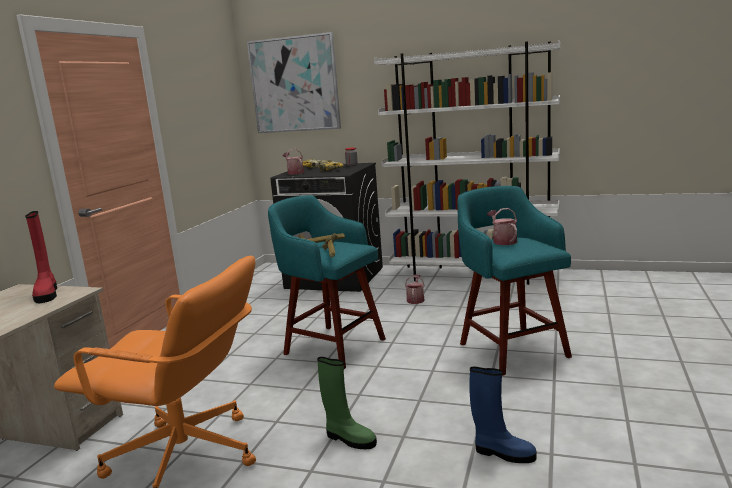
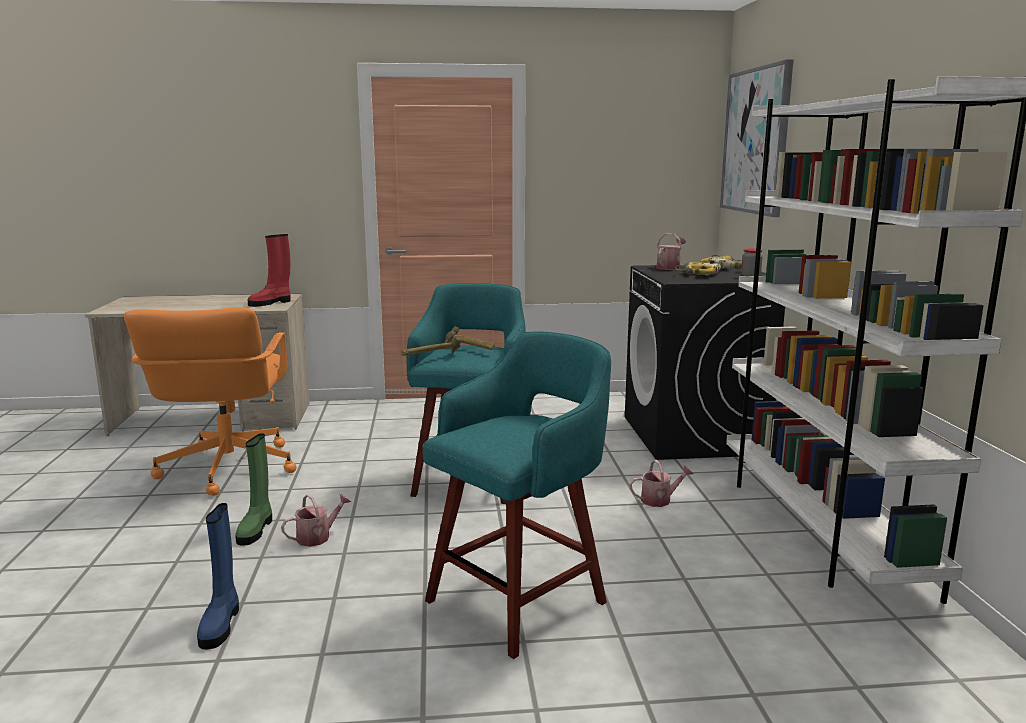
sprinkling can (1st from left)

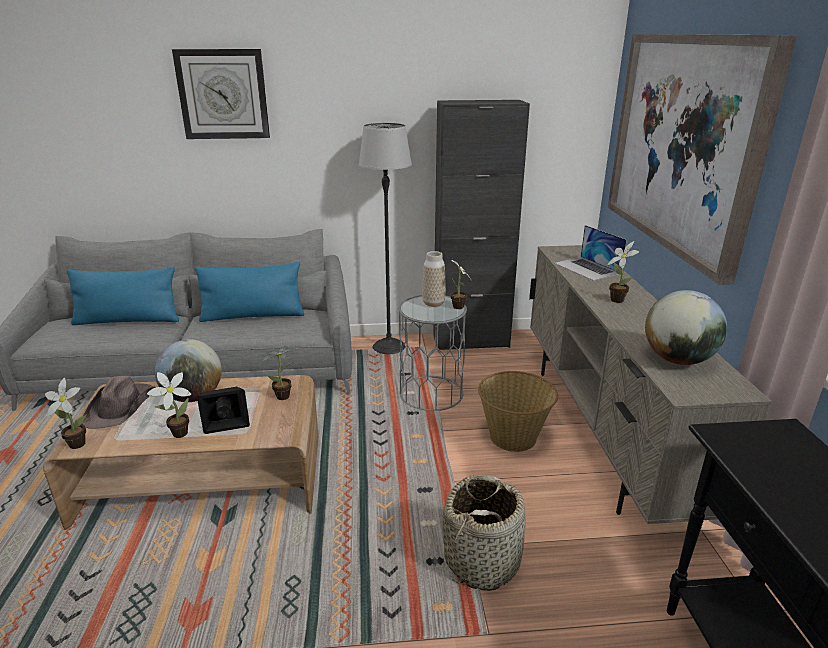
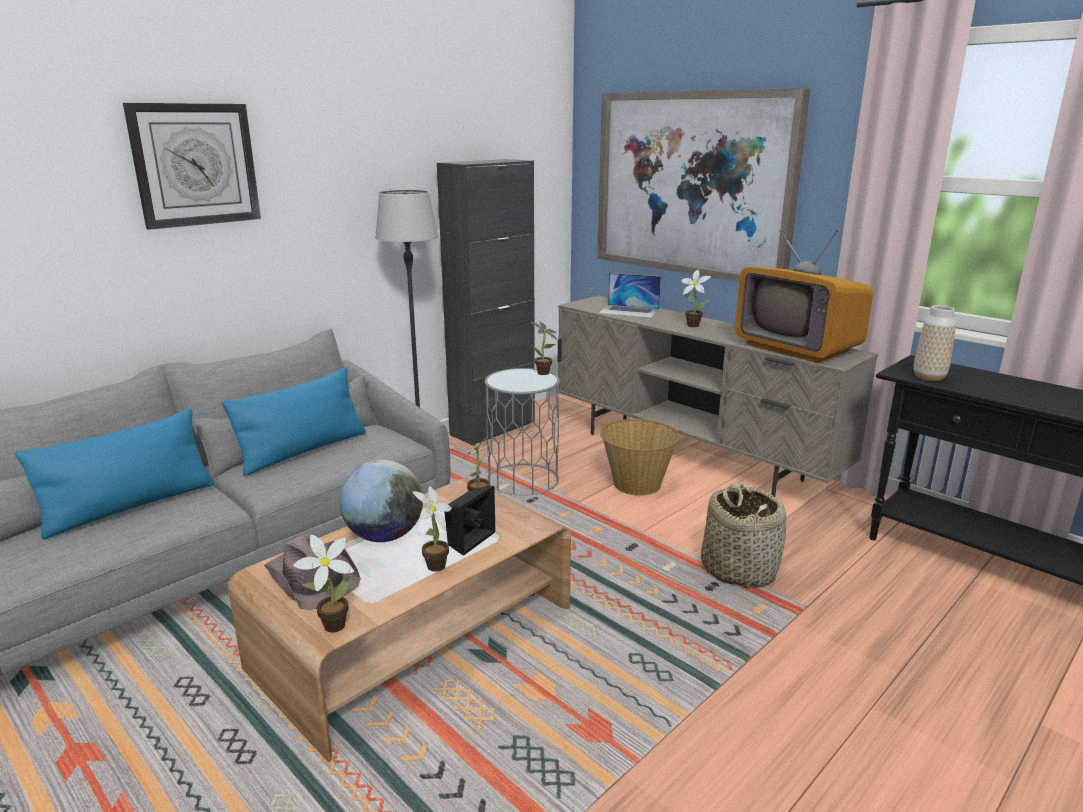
flower vase
television

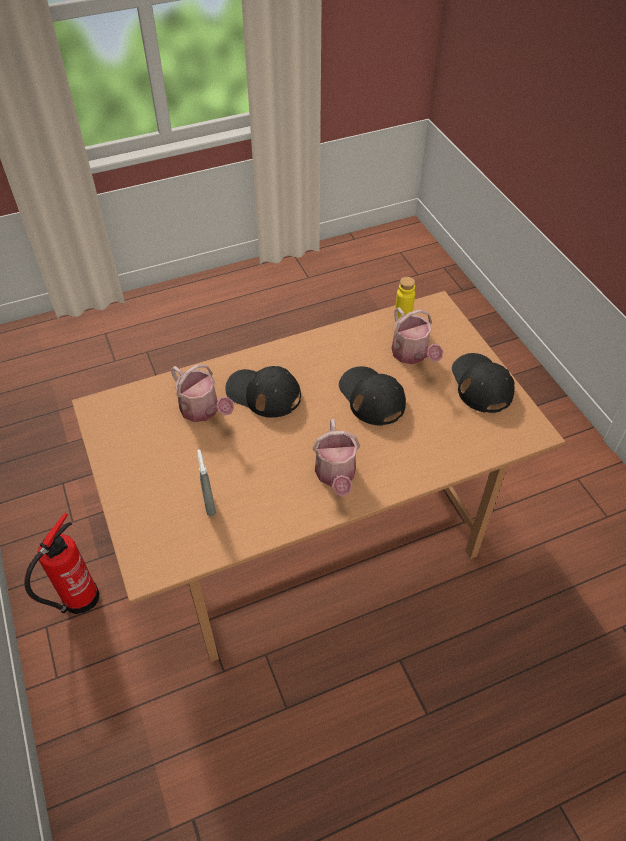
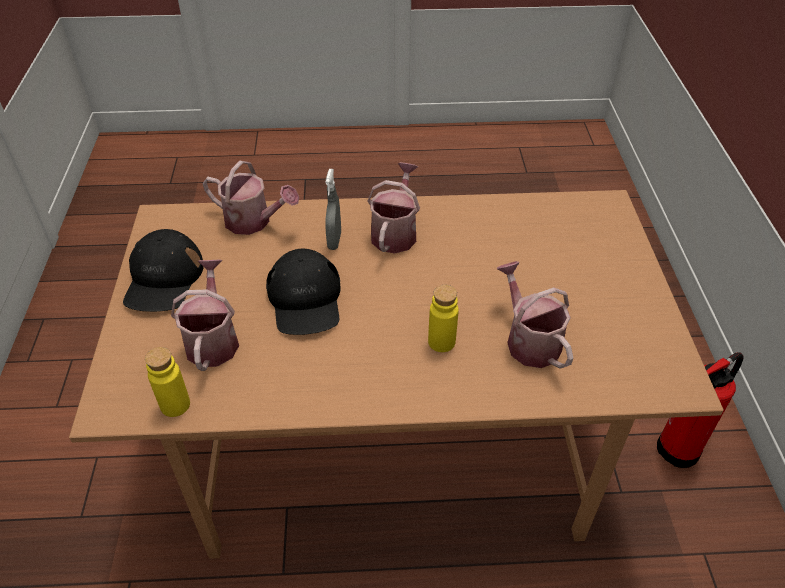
sprayer (gray)
beverage bottle (yellowish) (2nd from left)
sprinkling can (2nd from left)

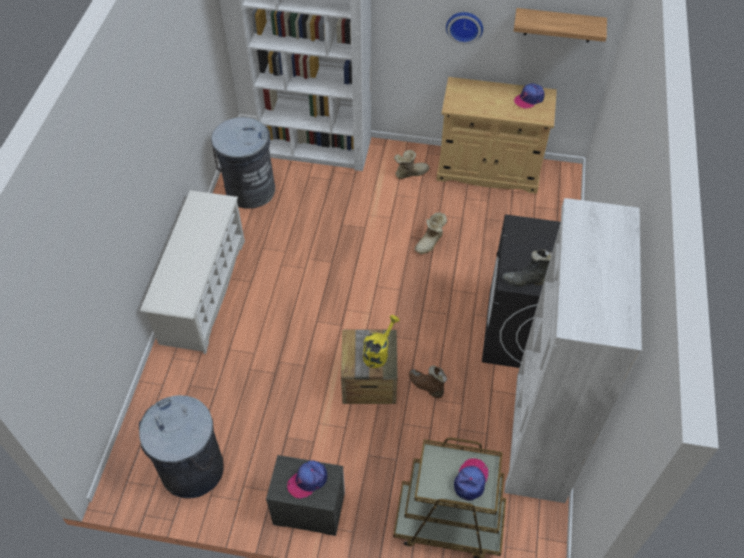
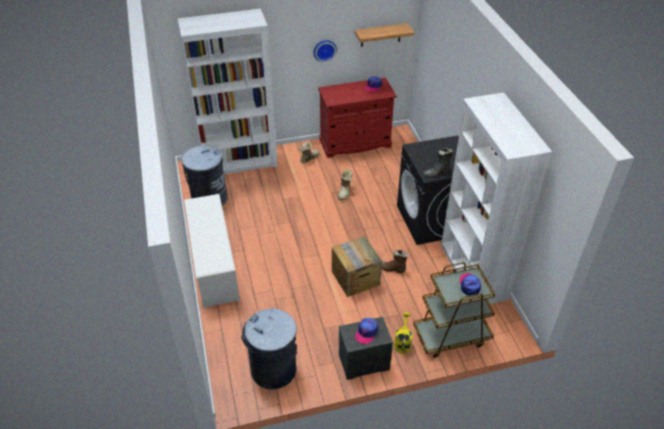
sprinkling can (yellowish)
storage cabinet (reddish)

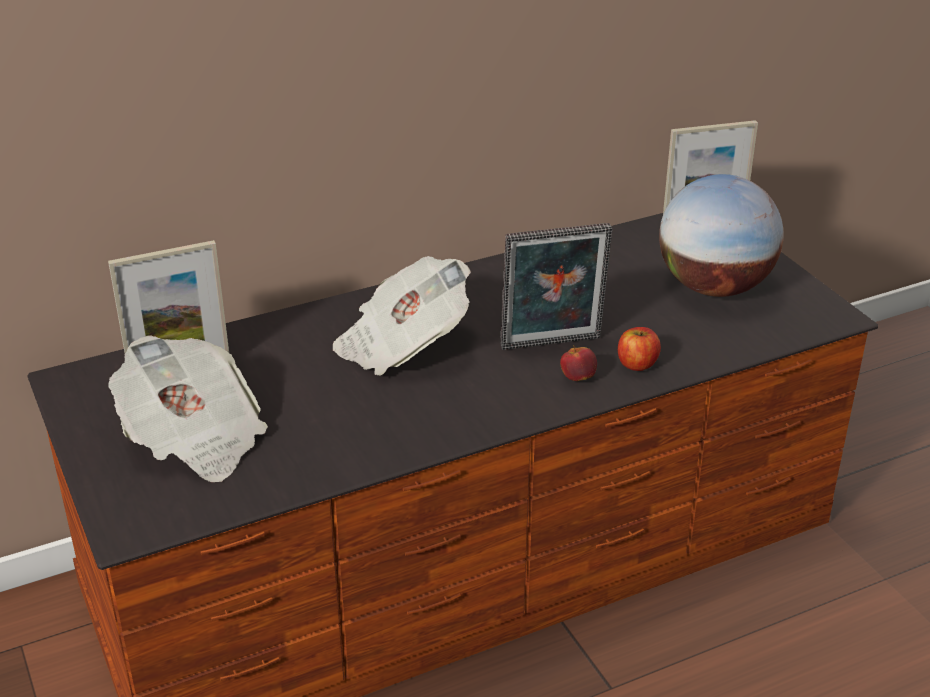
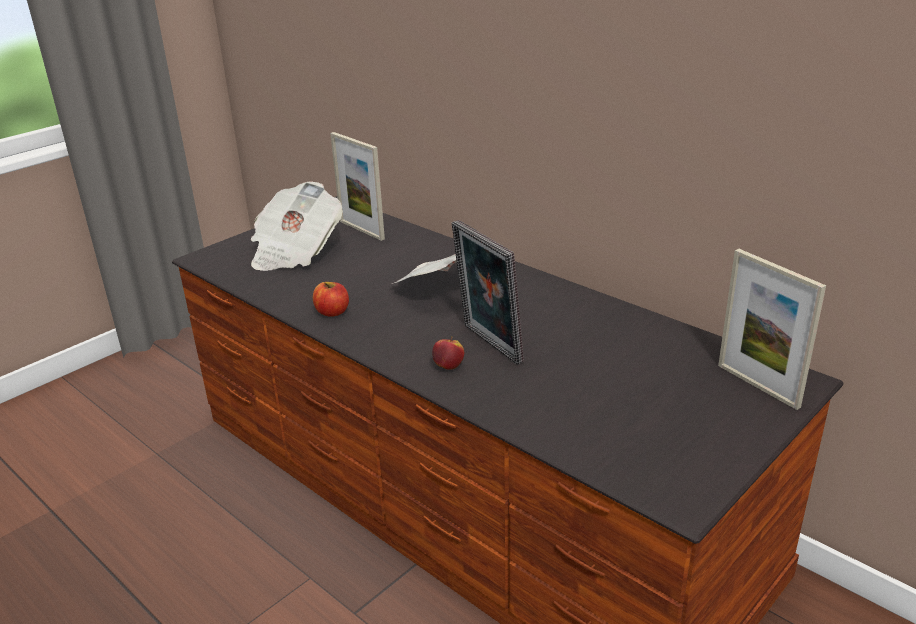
apple fruit (1st from left)
world globe

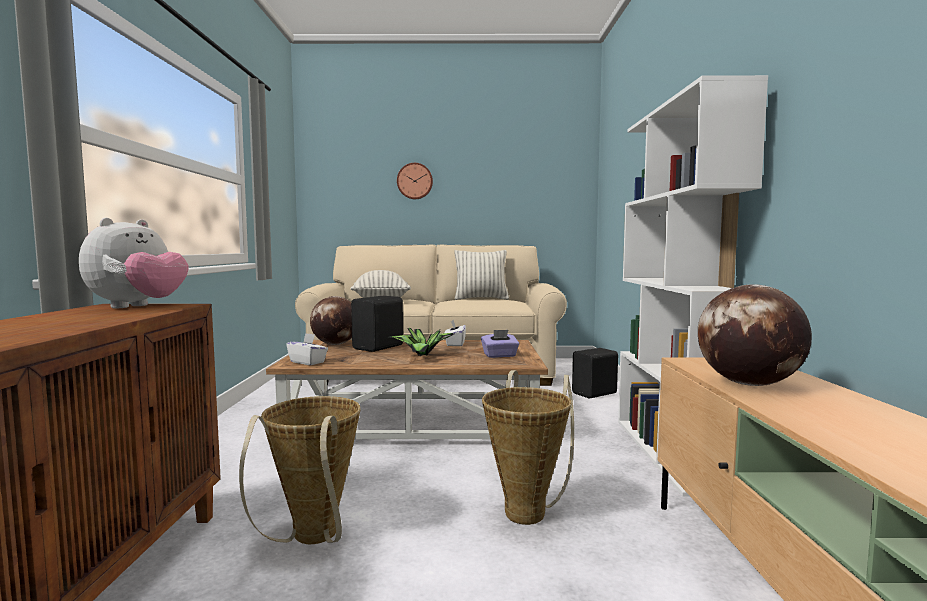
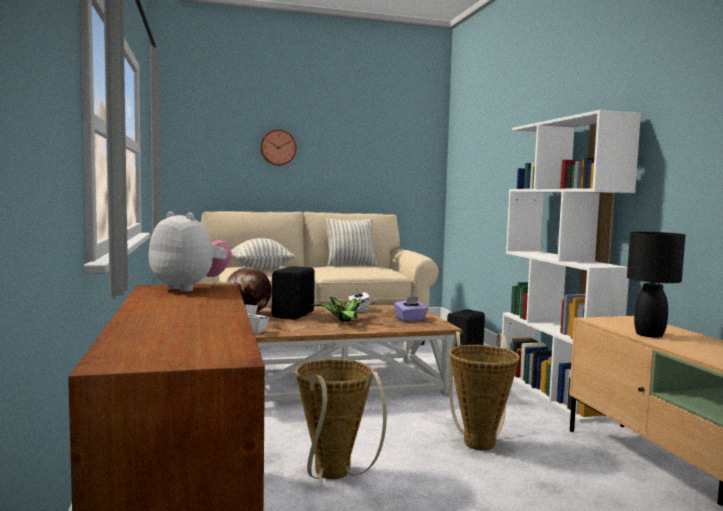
cuddly toy
tabletop lamp (black)

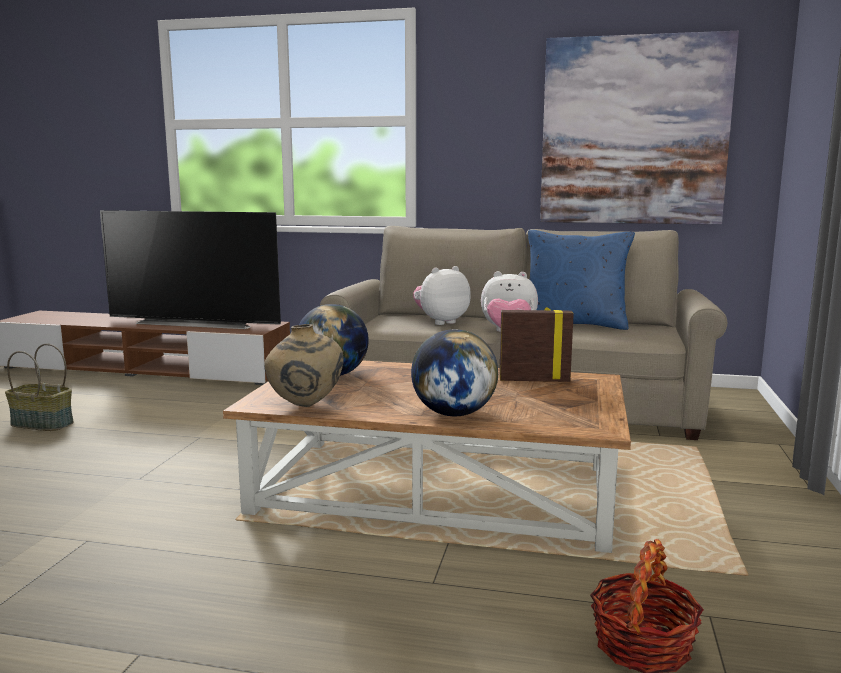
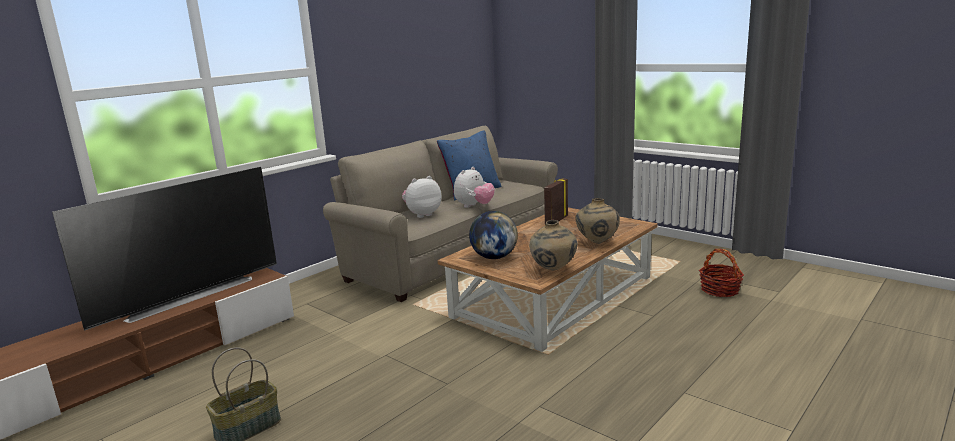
flower vase (sand-coloured) (2nd from left)
cuddly toy (1st from left)
wall art

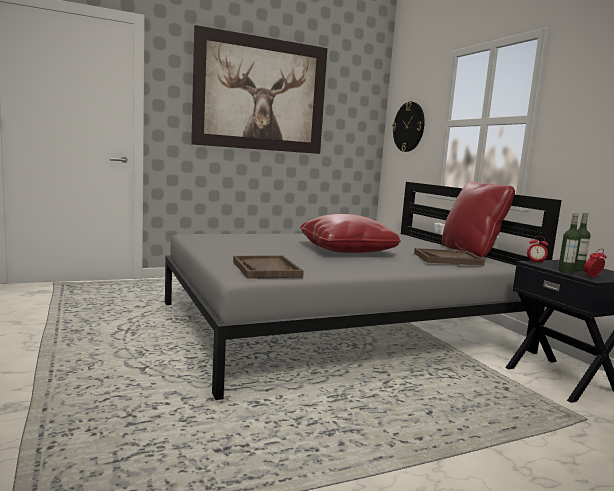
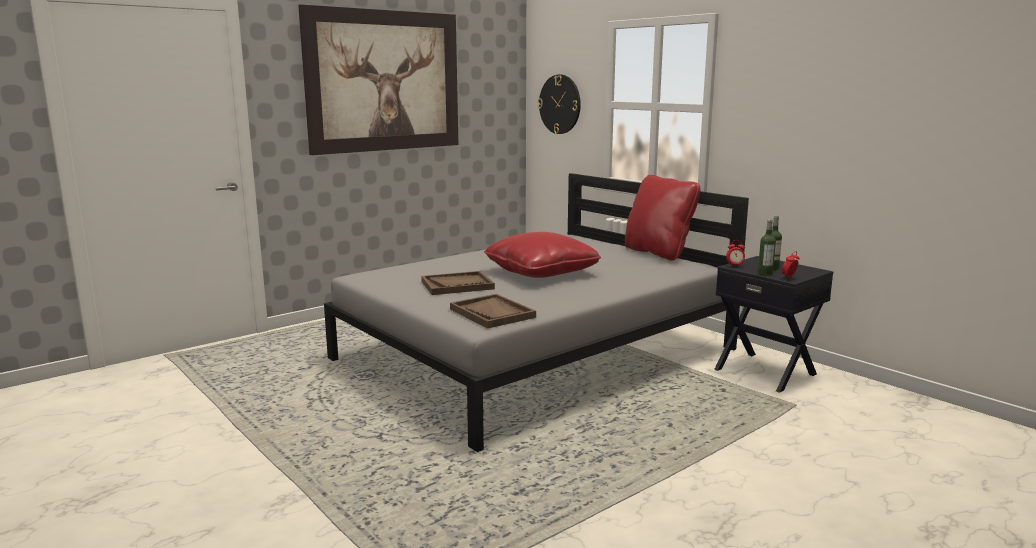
serving tray (brown) (1st from left)

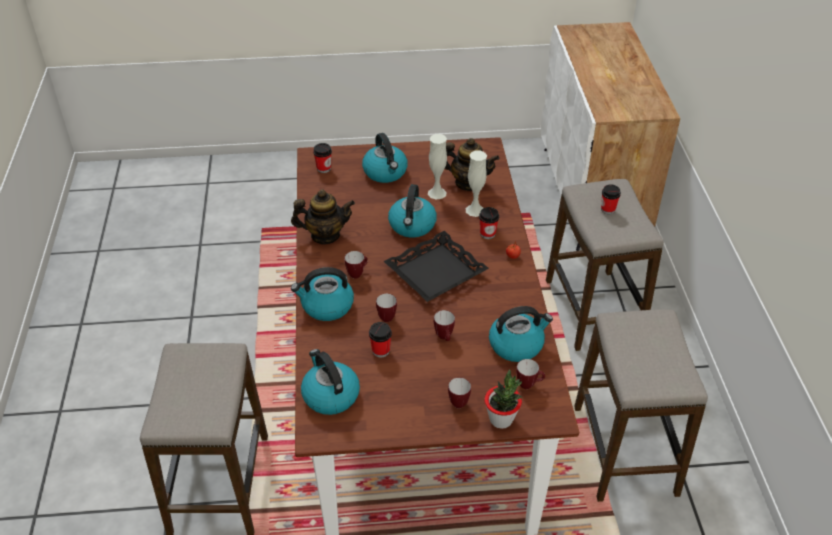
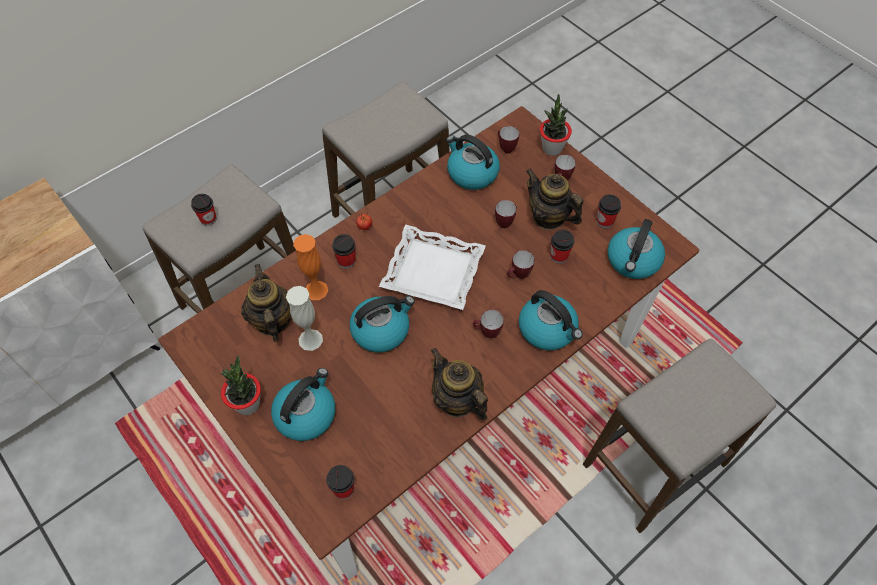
serving tray (white)
flower vase (orange-coloured)
potted plant (1st from left)
pot for tea (3rd from left)
cup (5th from left)

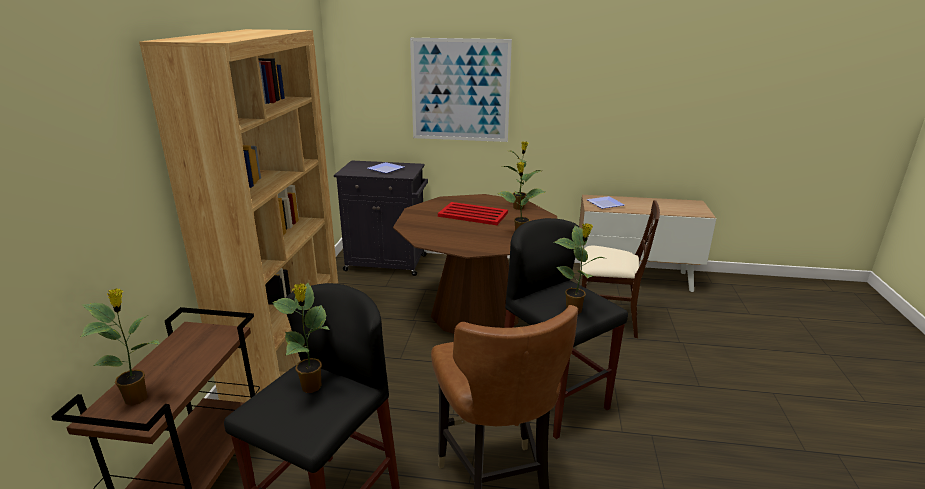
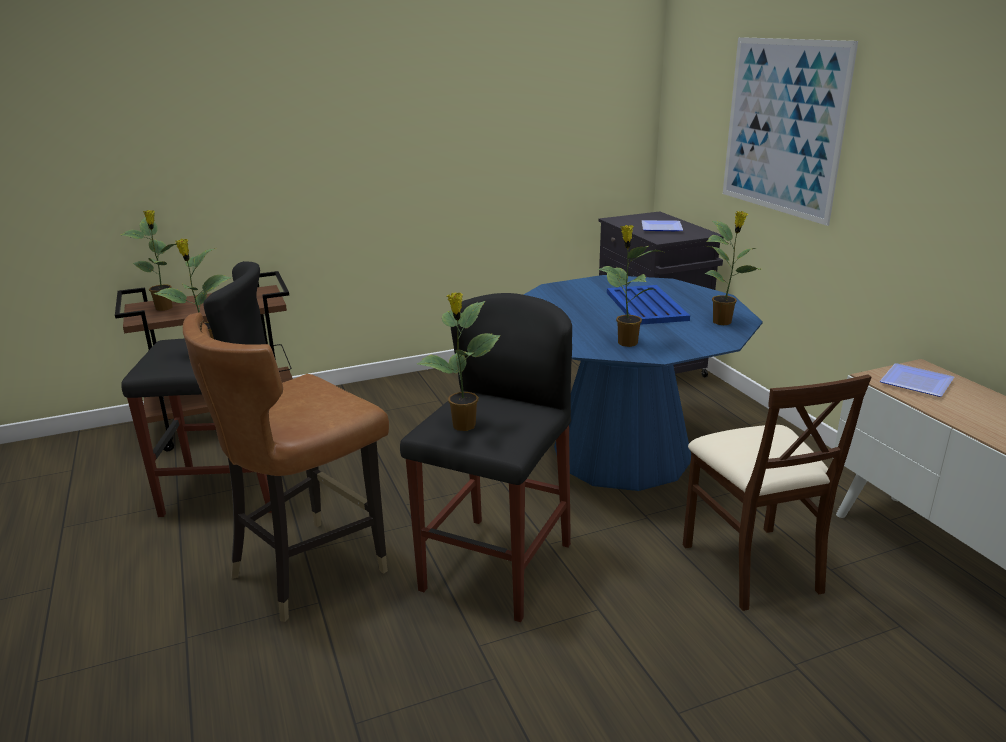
bookshelf (brown)
kitchen table (blue)
serving tray (blue)

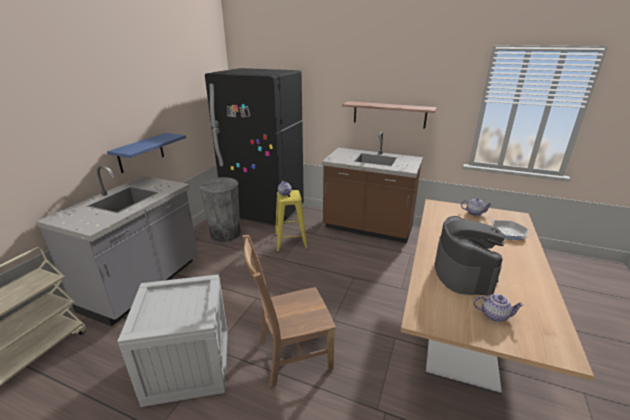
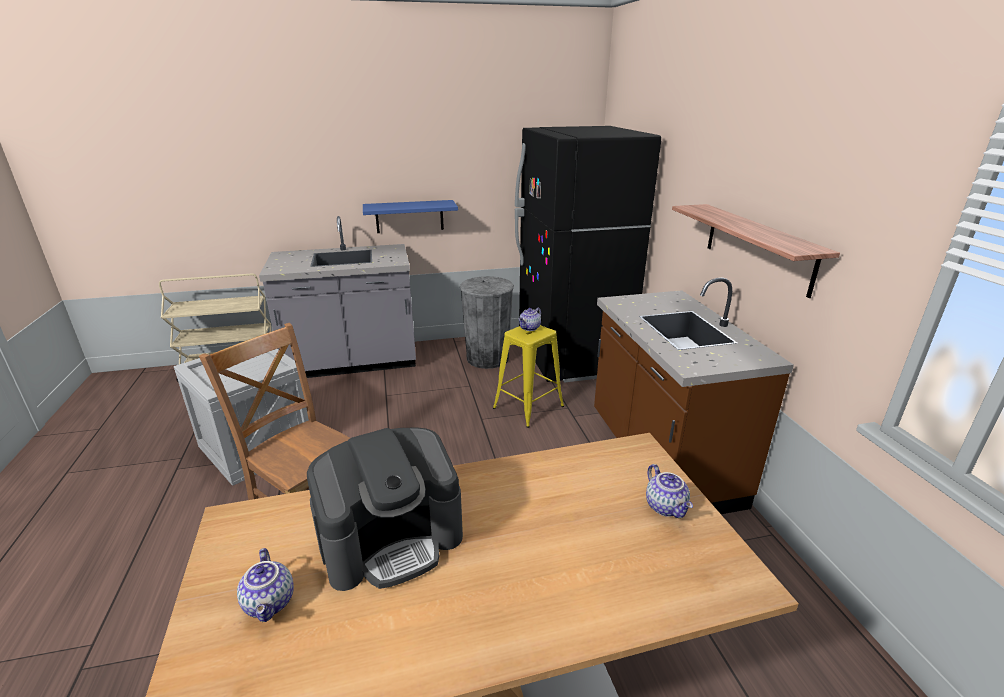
skillet

